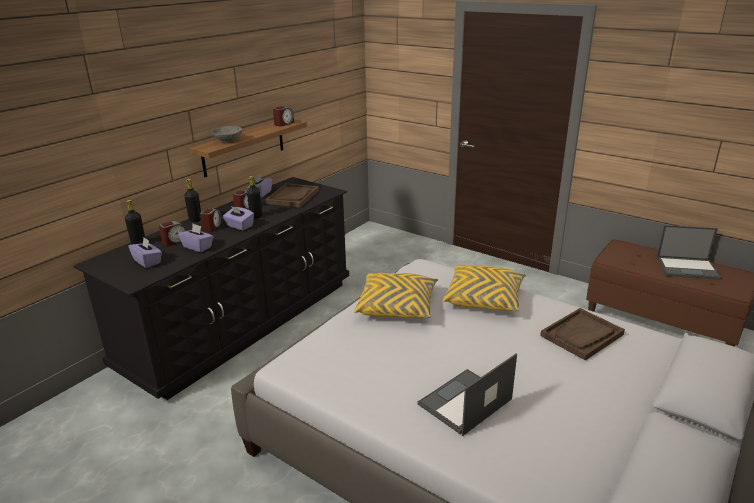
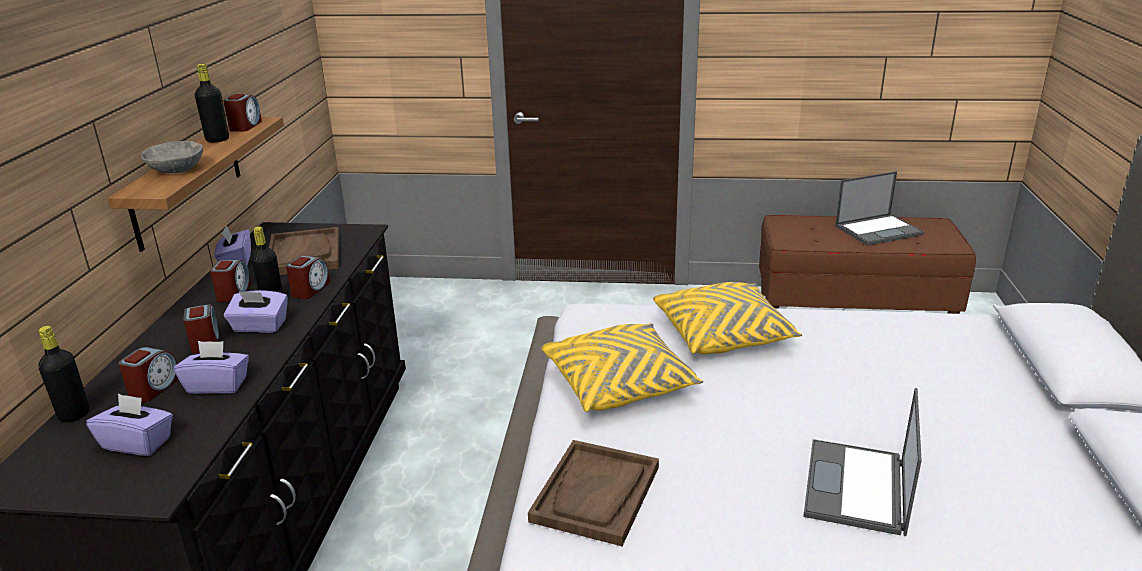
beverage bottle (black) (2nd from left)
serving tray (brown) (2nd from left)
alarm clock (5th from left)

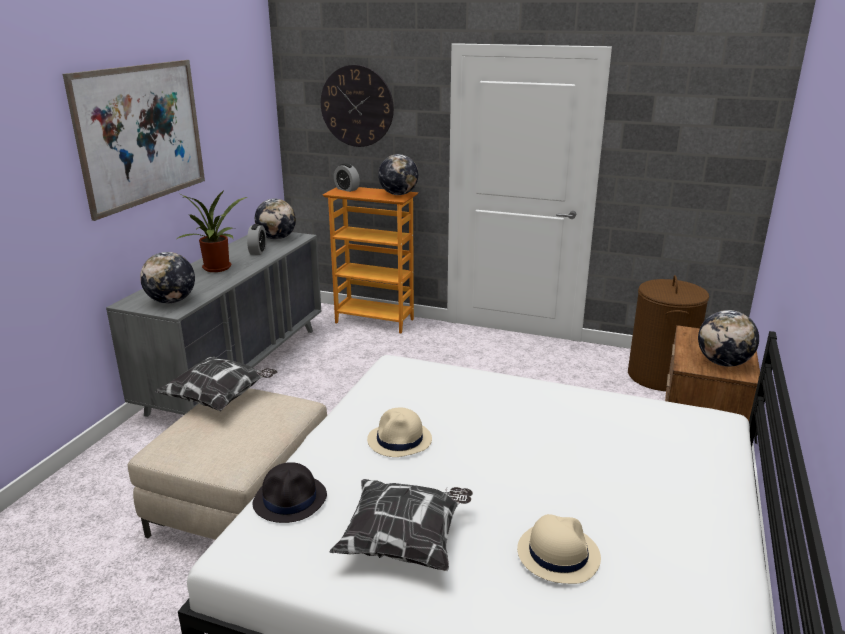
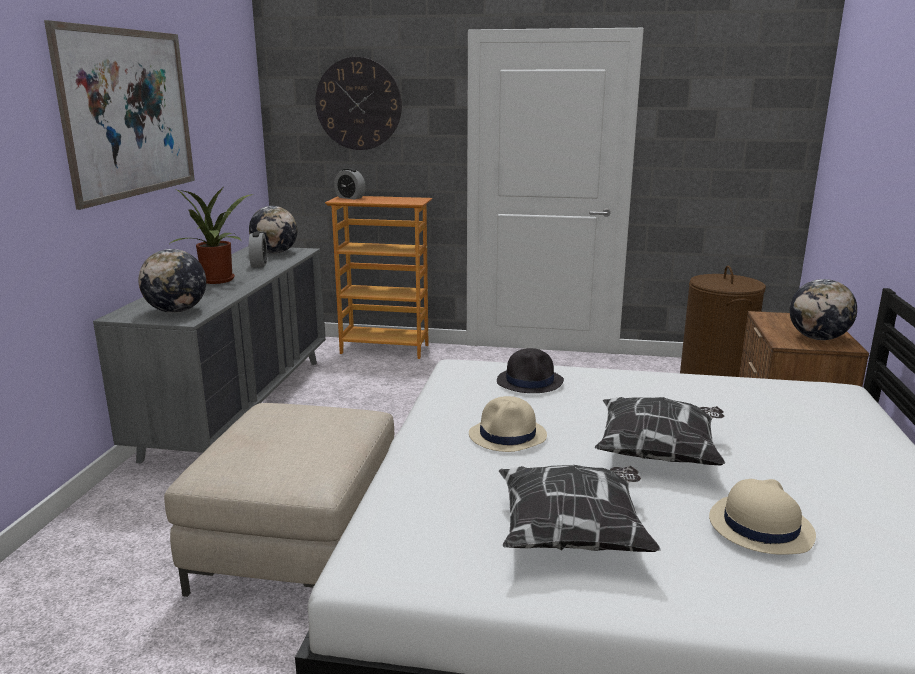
cushion (2nd from left)
hat (black)
world globe (3rd from left in the first image)

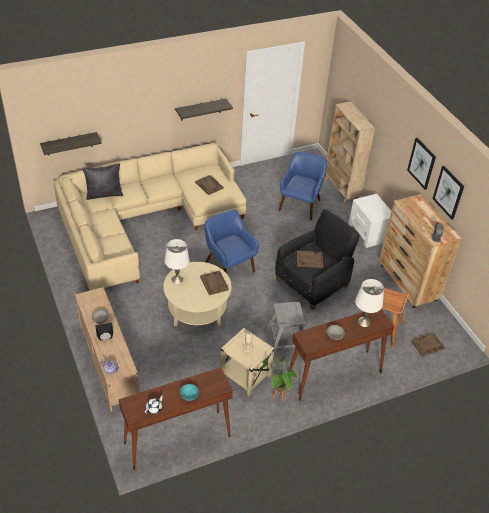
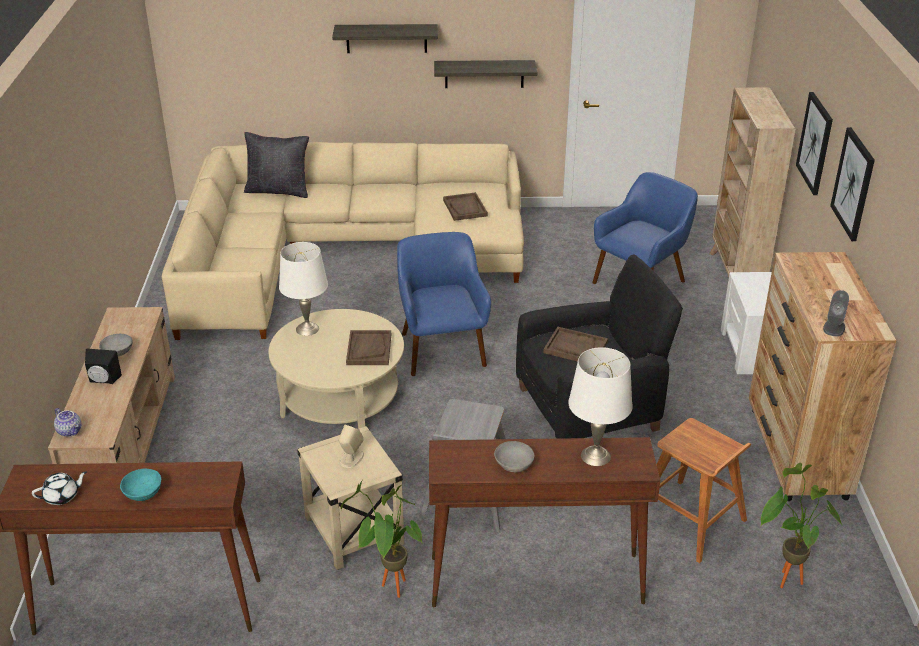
shelf (1st from left)
potted plant (2nd from left)
wall art (1st from left)

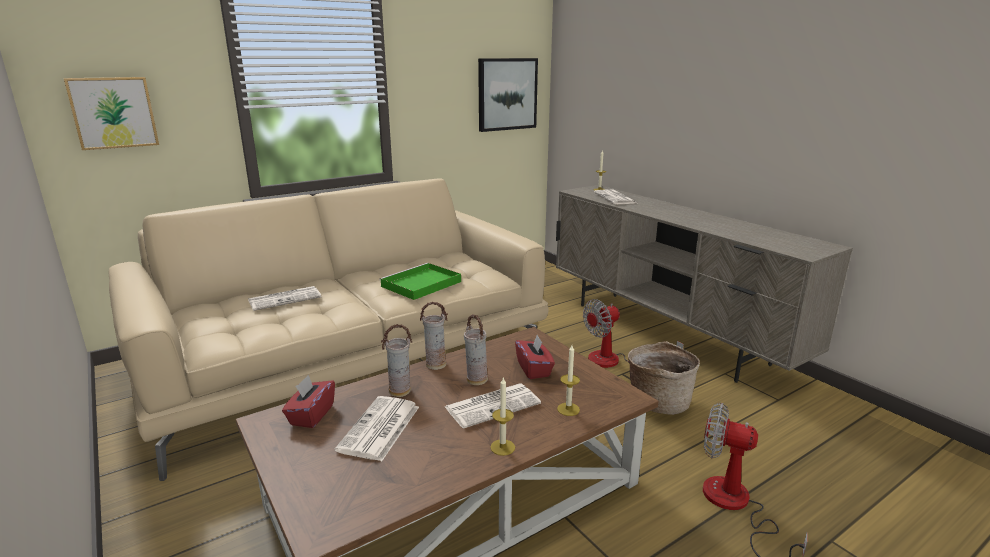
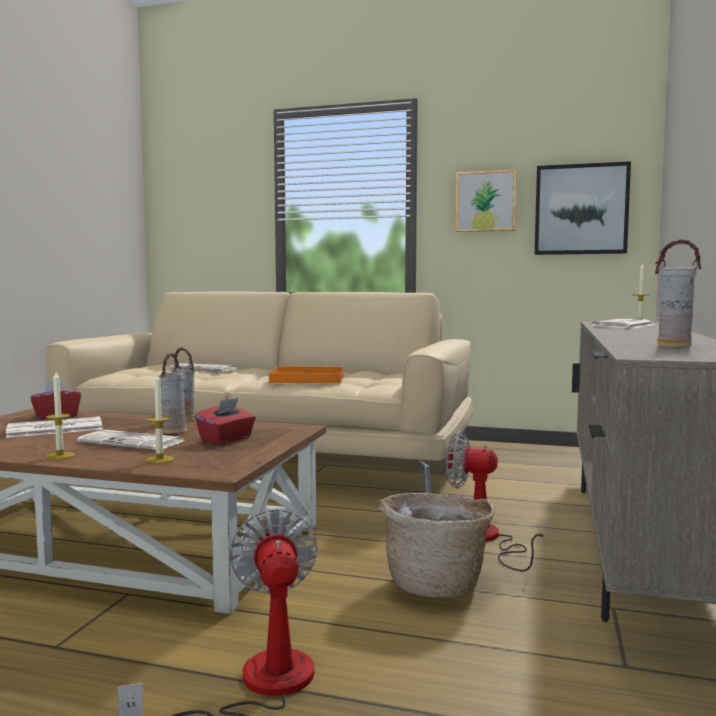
wall art (1st from left)
serving tray (orange-coloured)
flower vase (3rd from left)

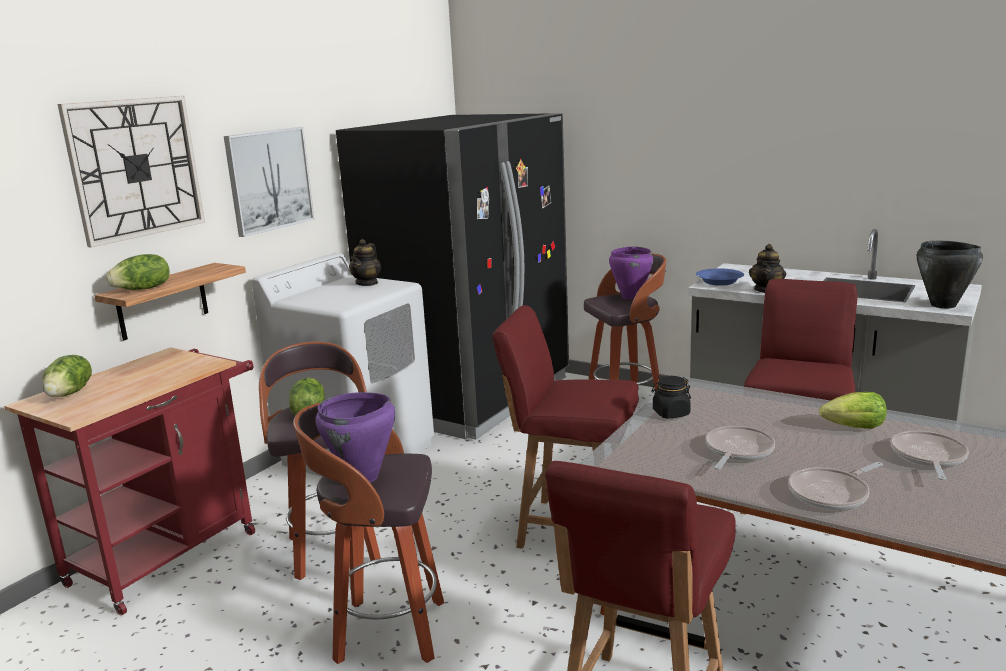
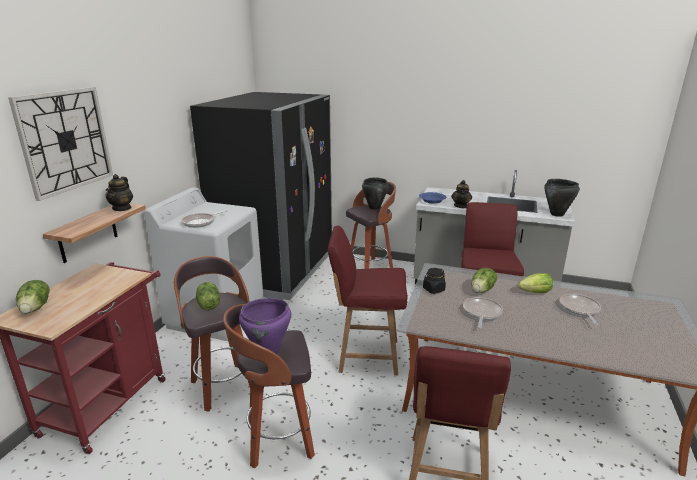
lettuce head (3rd from left)
wall art
pot for tea (1st from left)
cooking pot (black) (1st from left)
skillet (1st from left)

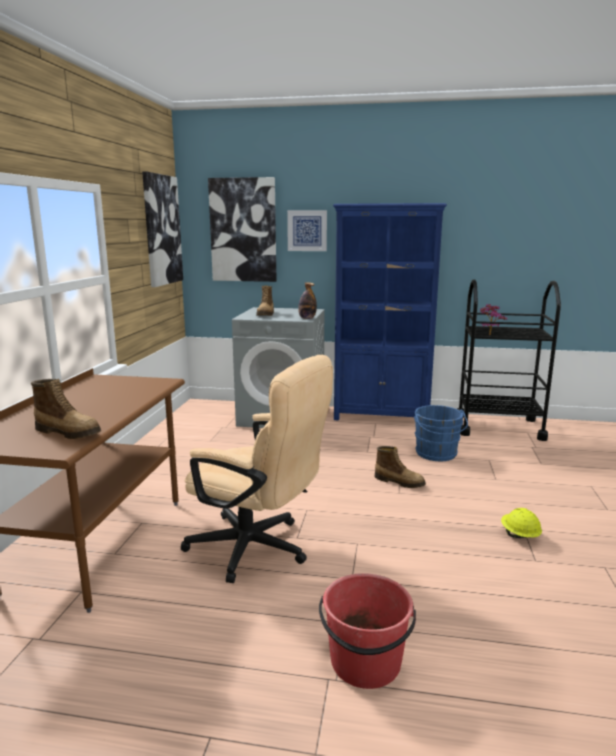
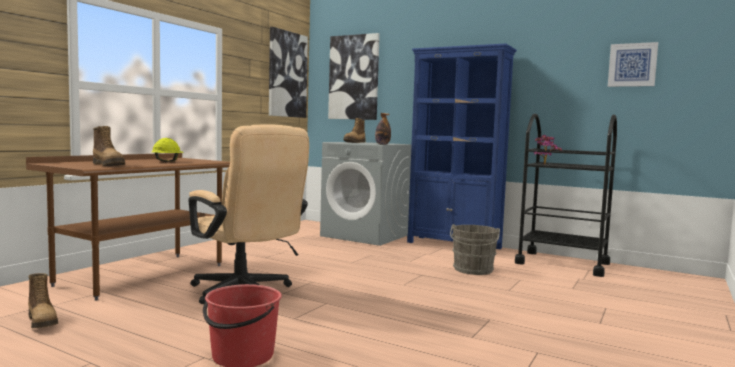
wall art (3rd from left)
tall boot (1st from left)
bucket (gray)
safety helmet (yellowish)

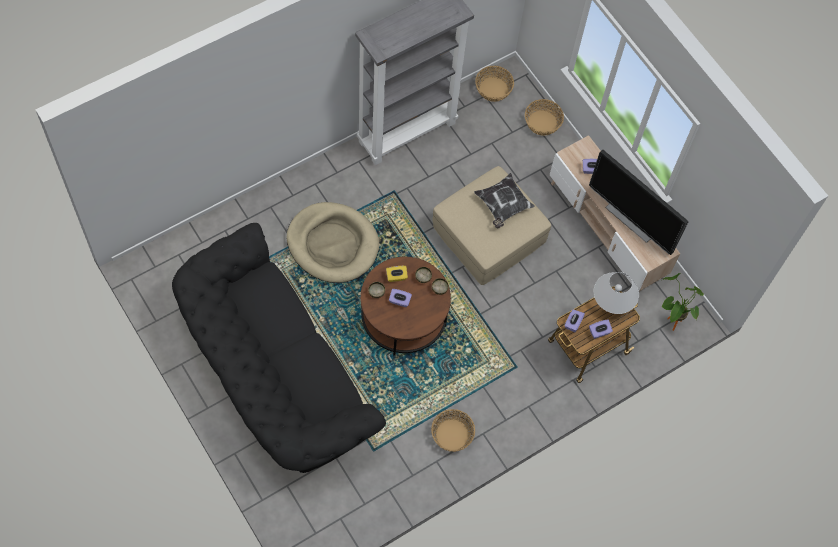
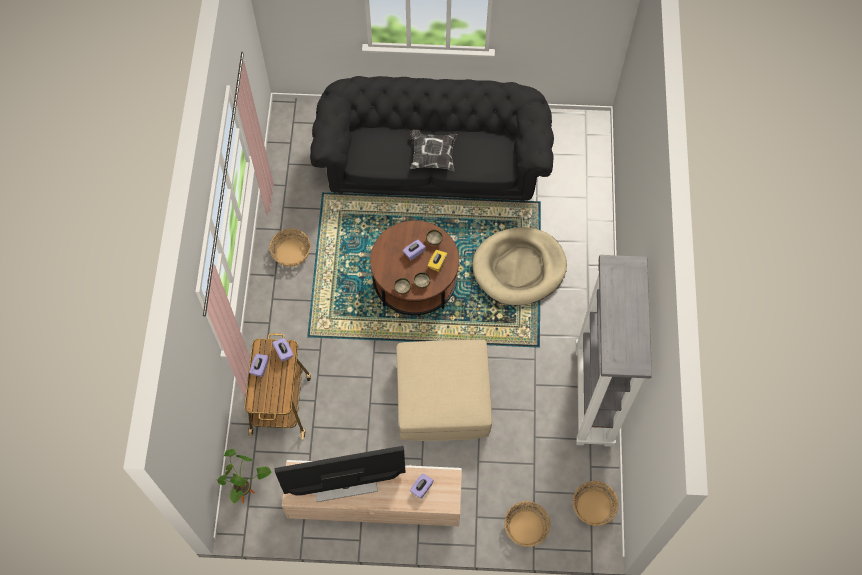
cushion
tabletop lamp (white)

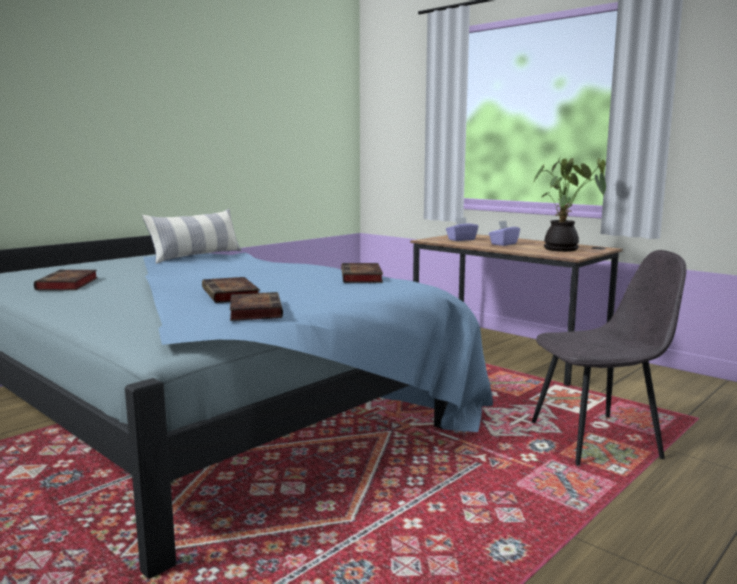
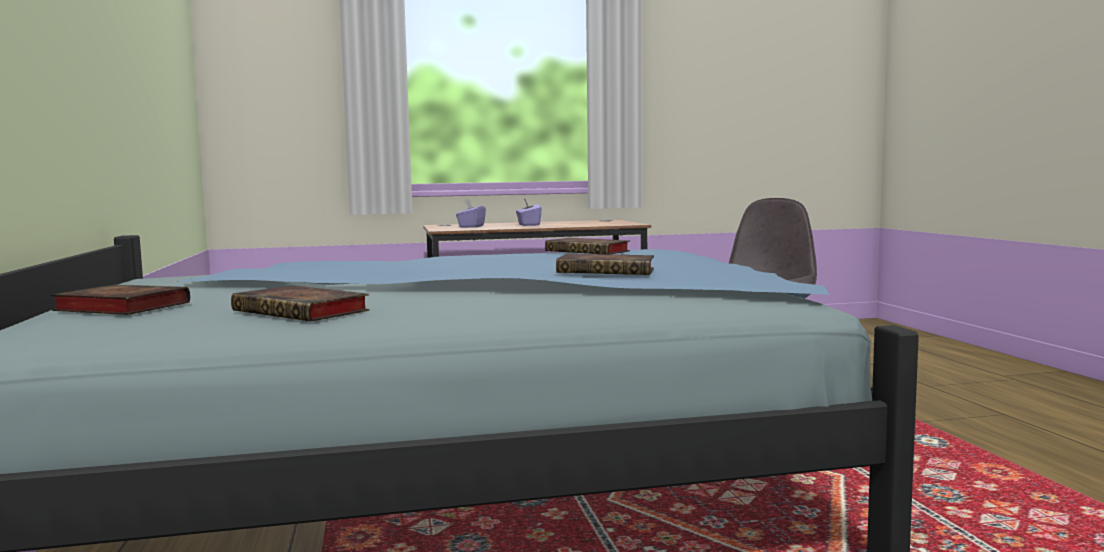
cushion
book (1st from left)
potted plant

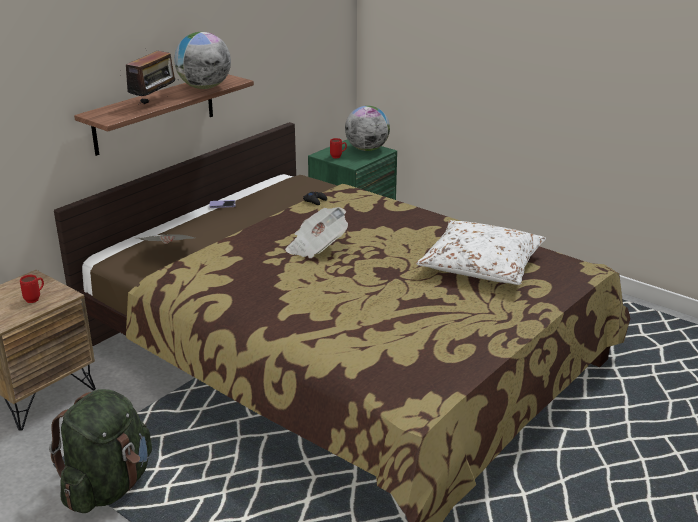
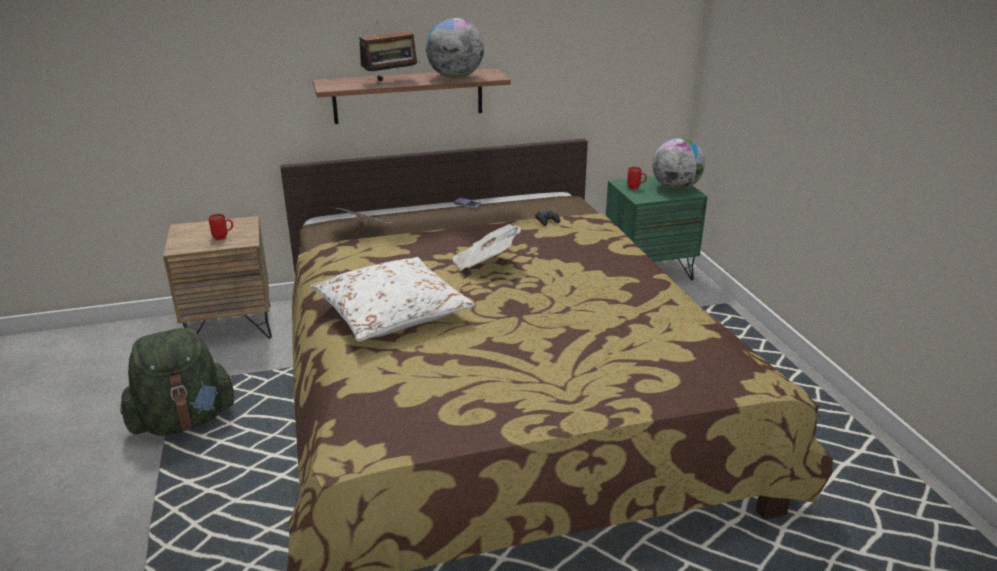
cushion (white)

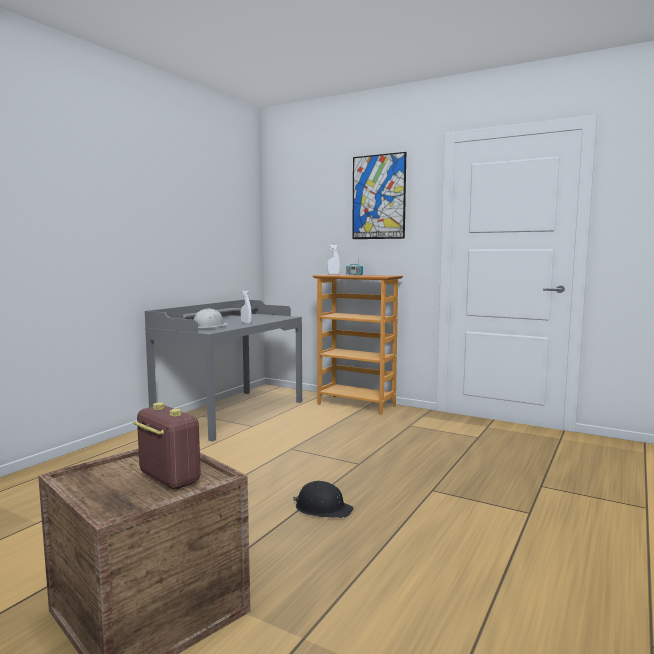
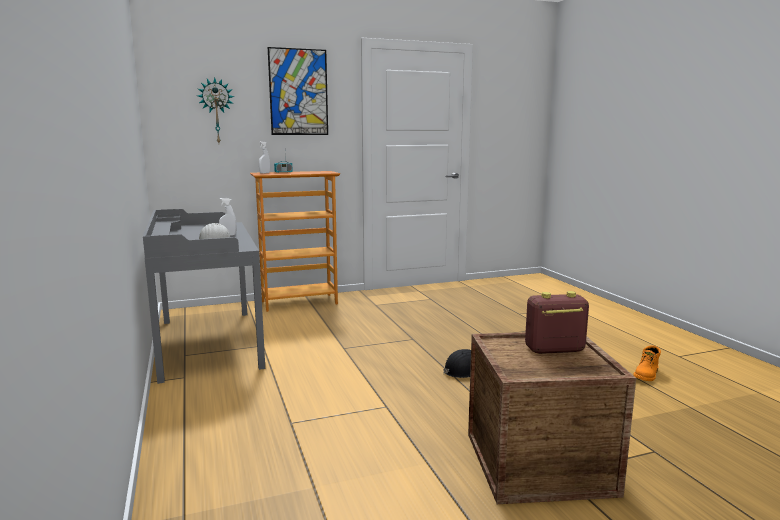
hanging clock
tall boot (orange-coloured)

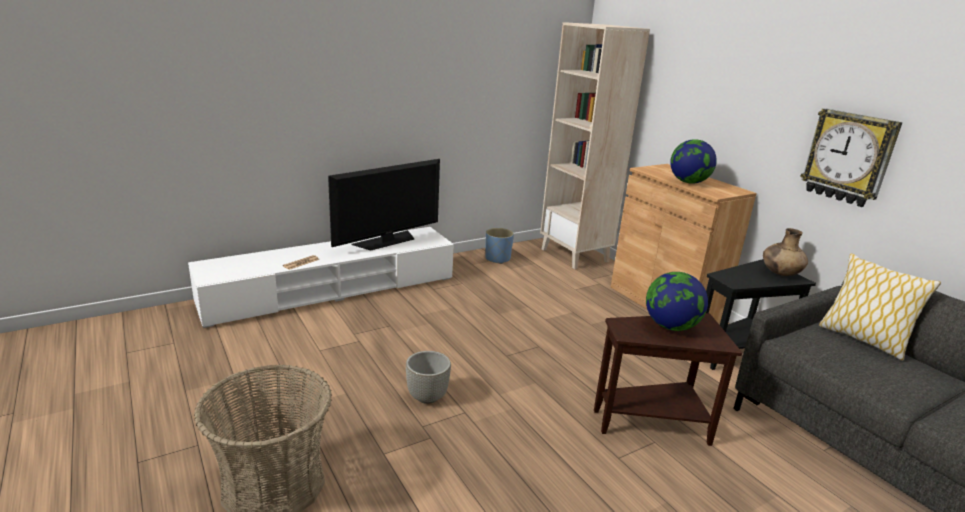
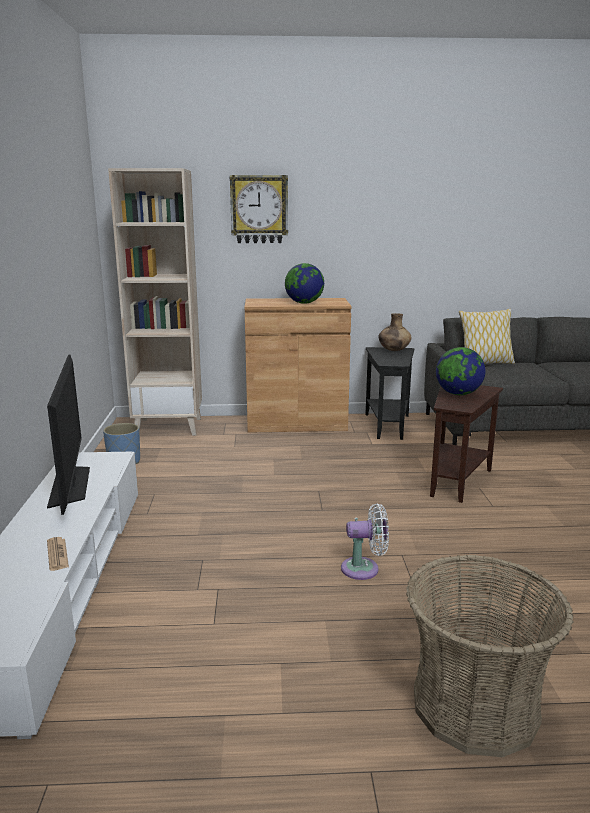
cooling fan (white)
hanging clock

